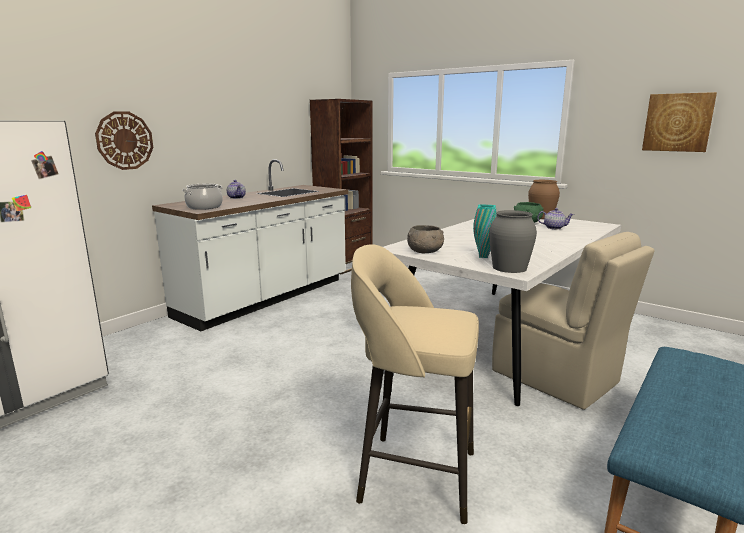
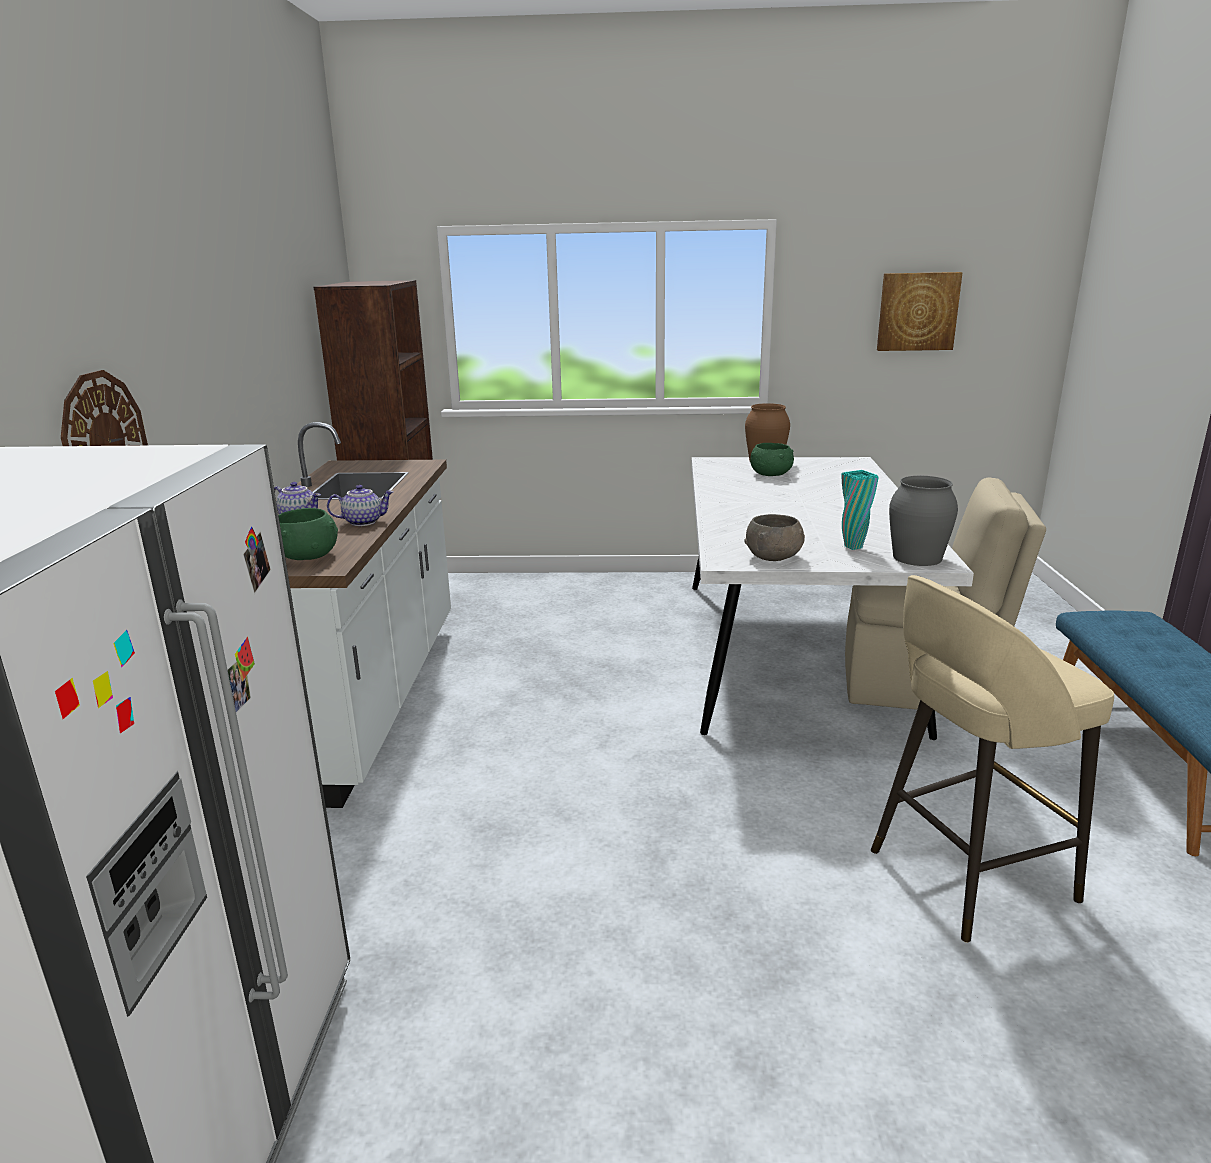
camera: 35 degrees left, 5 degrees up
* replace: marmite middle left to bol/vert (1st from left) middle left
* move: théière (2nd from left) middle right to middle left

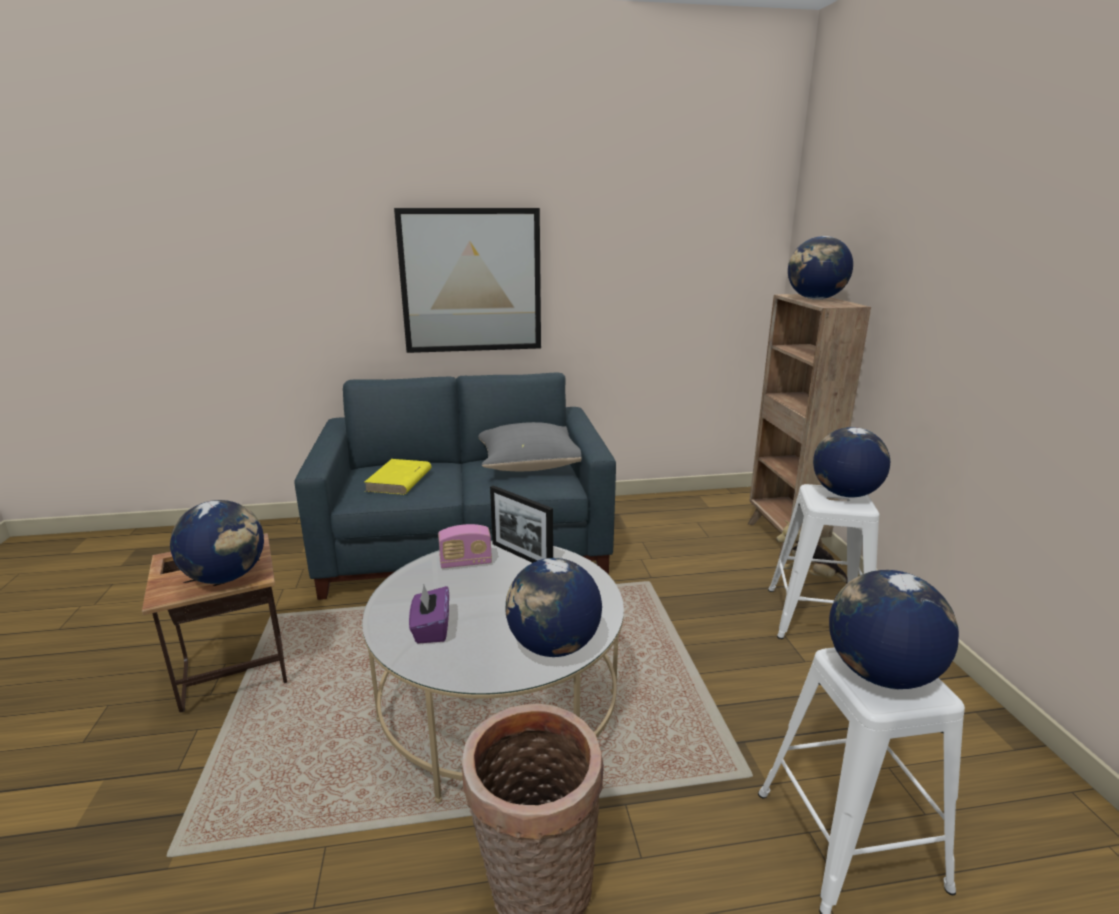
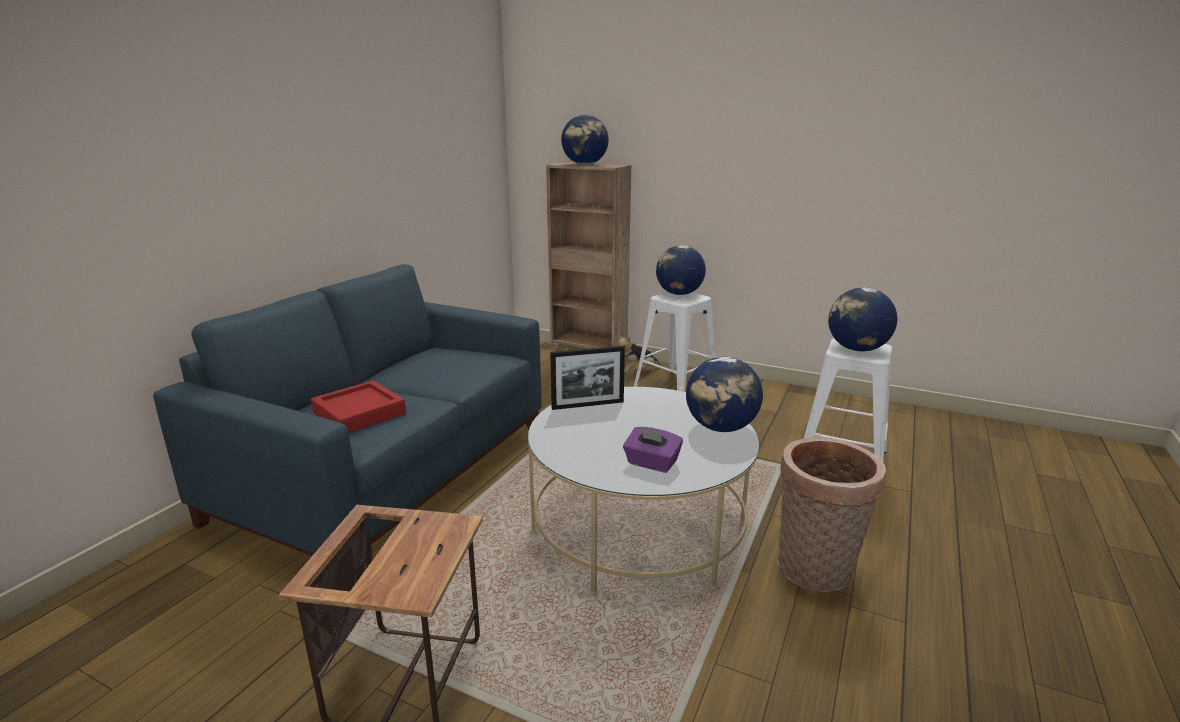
camera: 55 degrees left, 0 degrees up
* delete: tableau top centre
* delete: coussin/gris centre
* replace: livre/jaune centre to plateau/rouge middle left
* delete: globe (1st from left) middle left
* delete: radio centre

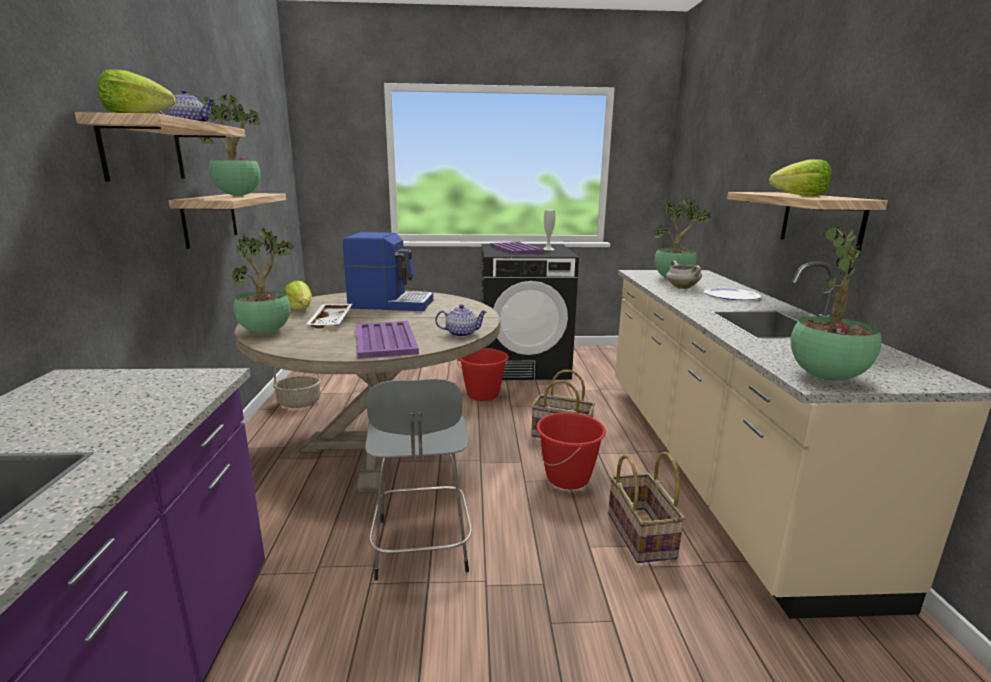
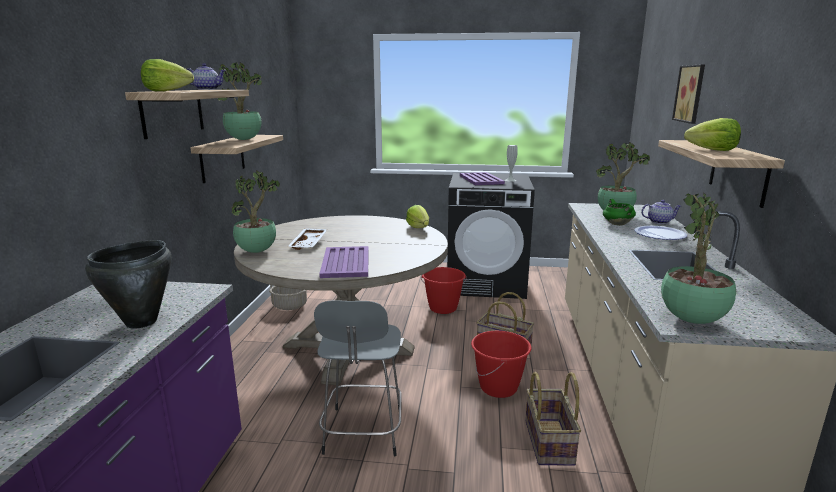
camera: 10 degrees right, 0 degrees up
* delete: machine à café centre
* recolor: marmite/blanc middle right to marmite/vert middle right
* move: laitue (2nd from left) middle left to centre
* move: théière (2nd from left) centre to middle right
* insert: tableau top right
* insert: marmite/noir middle left

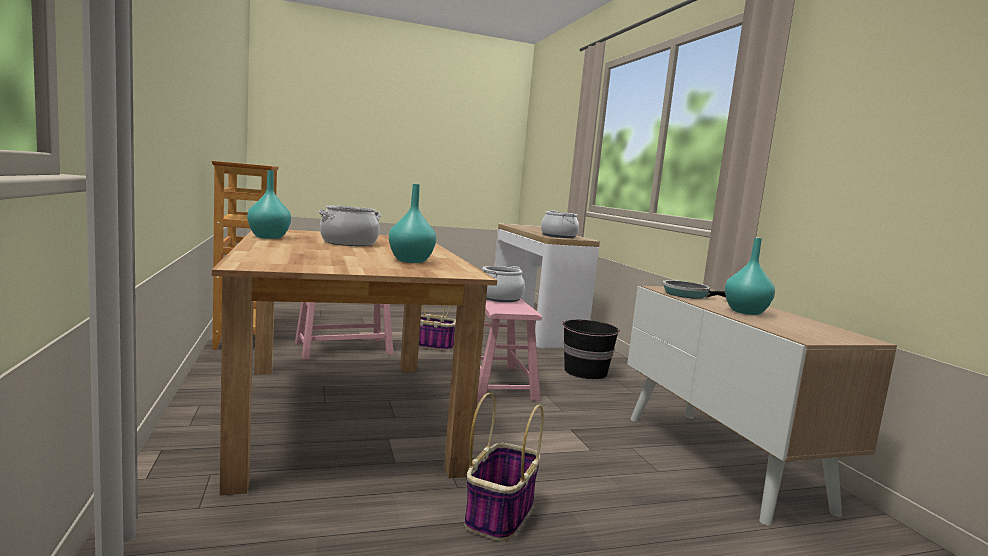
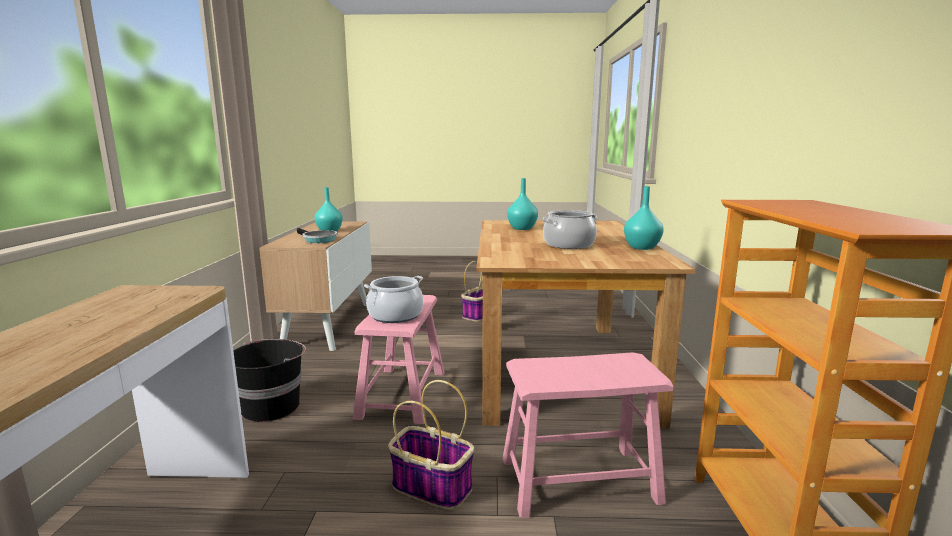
camera: 160 degrees left, 5 degrees up
* delete: marmite (3rd from left) centre

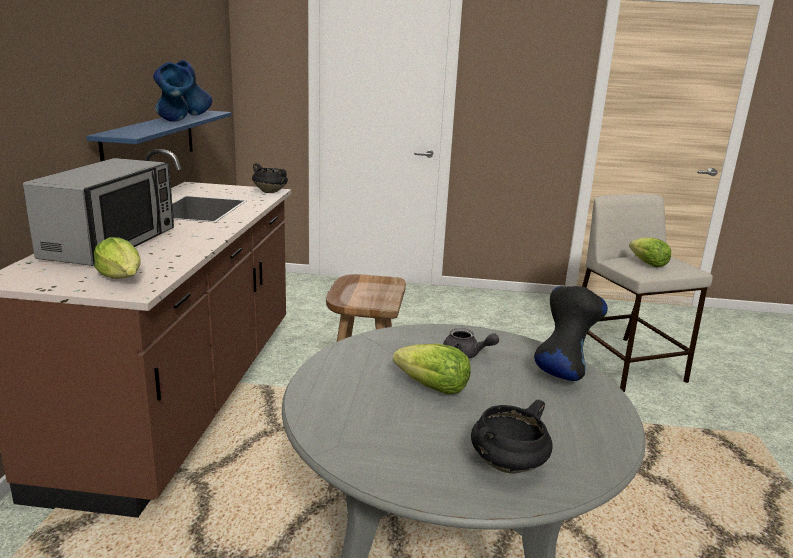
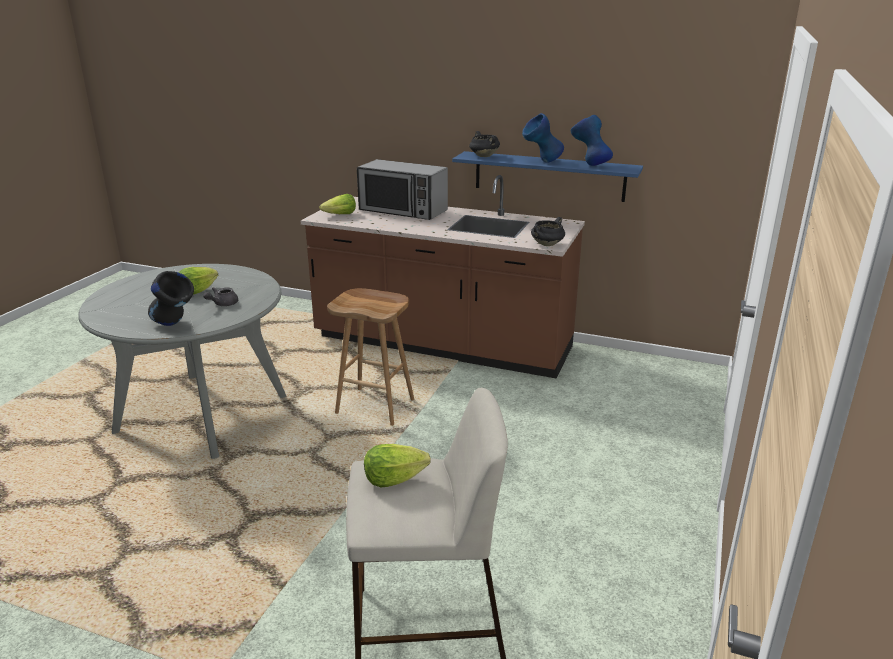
camera: 105 degrees right, 5 degrees up
* move: marmite/noir (2nd from left in the first image) bottom centre to marmite/noir (1st from left) top centre

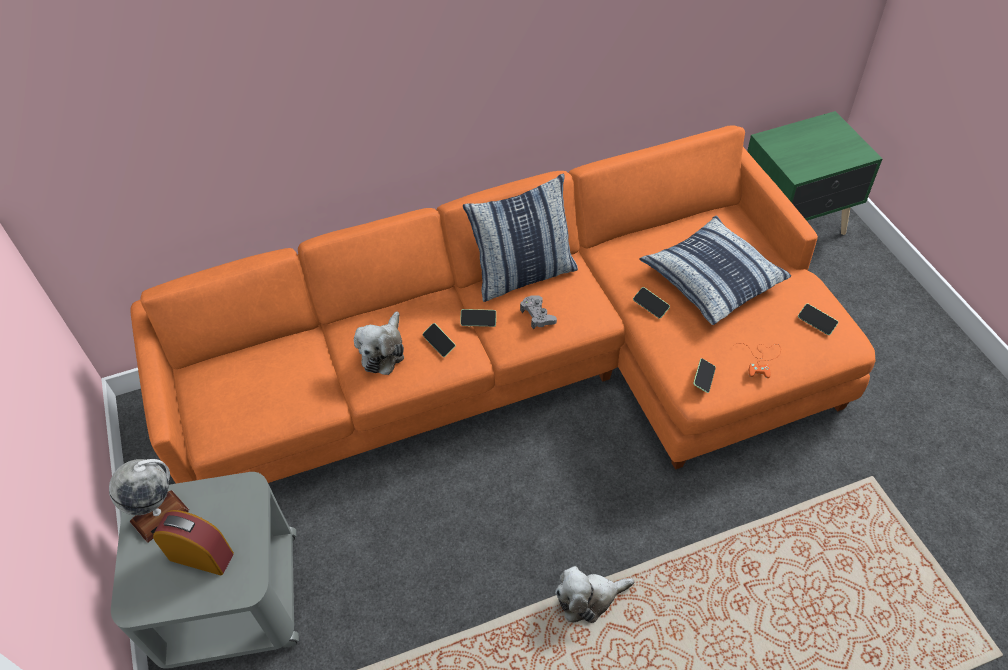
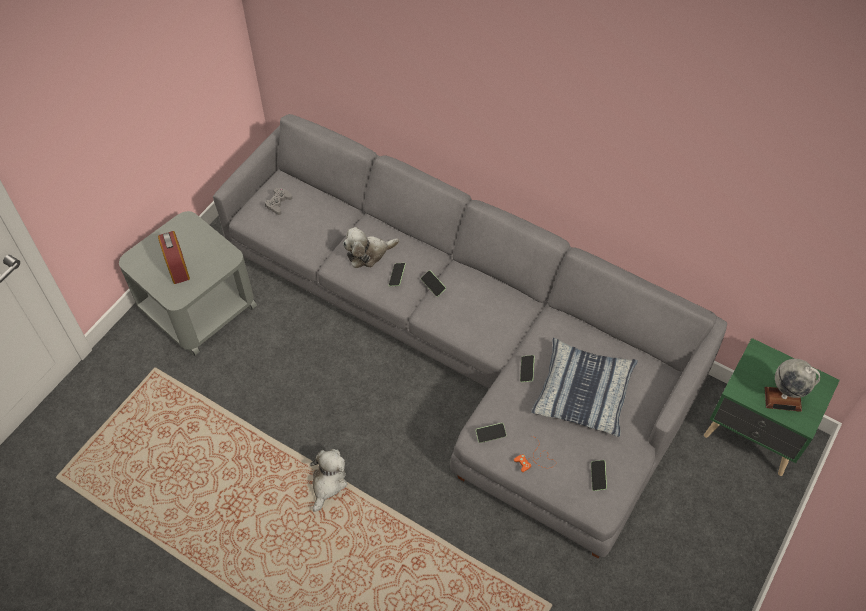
camera: 50 degrees right, 5 degrees up
* recolor: canapé/orange centre to canapé/gris centre
* delete: coussin (1st from left) centre
* move: manette/gris centre to top left
* move: globe bottom left to middle right
* rotate: peluche (2nd from left in the first image) bottom centre = bottom centre 75 degrees clockwise

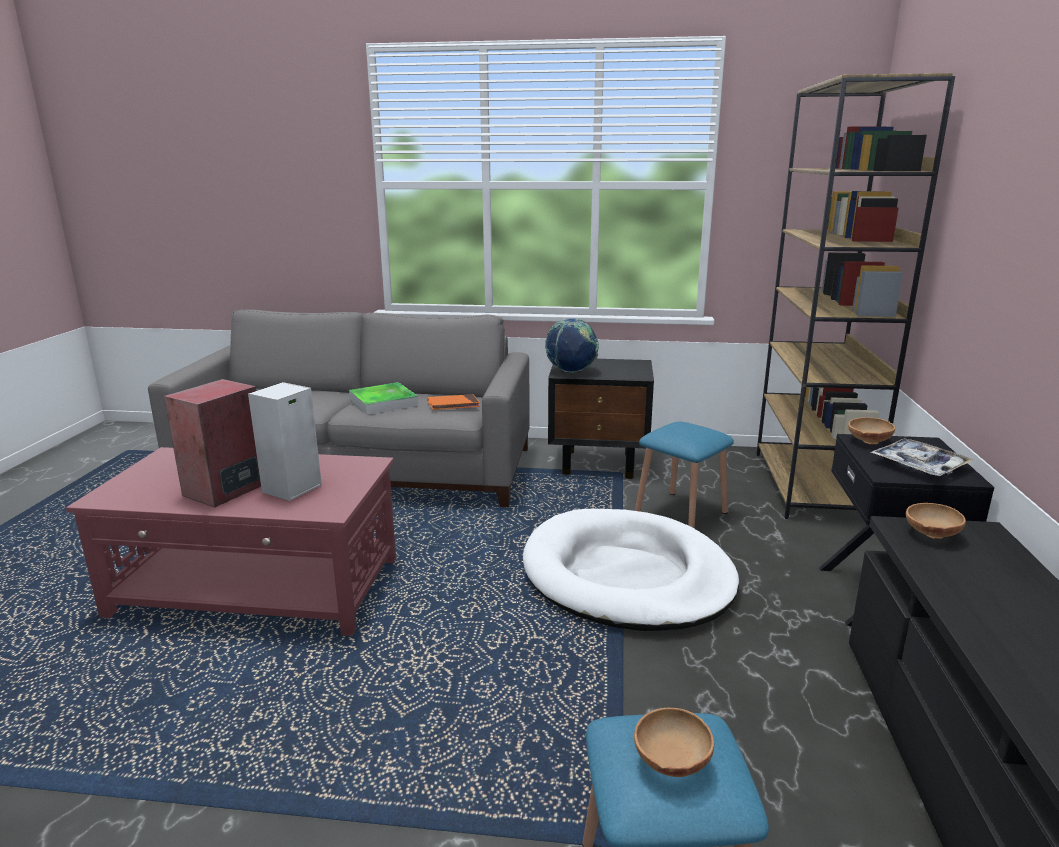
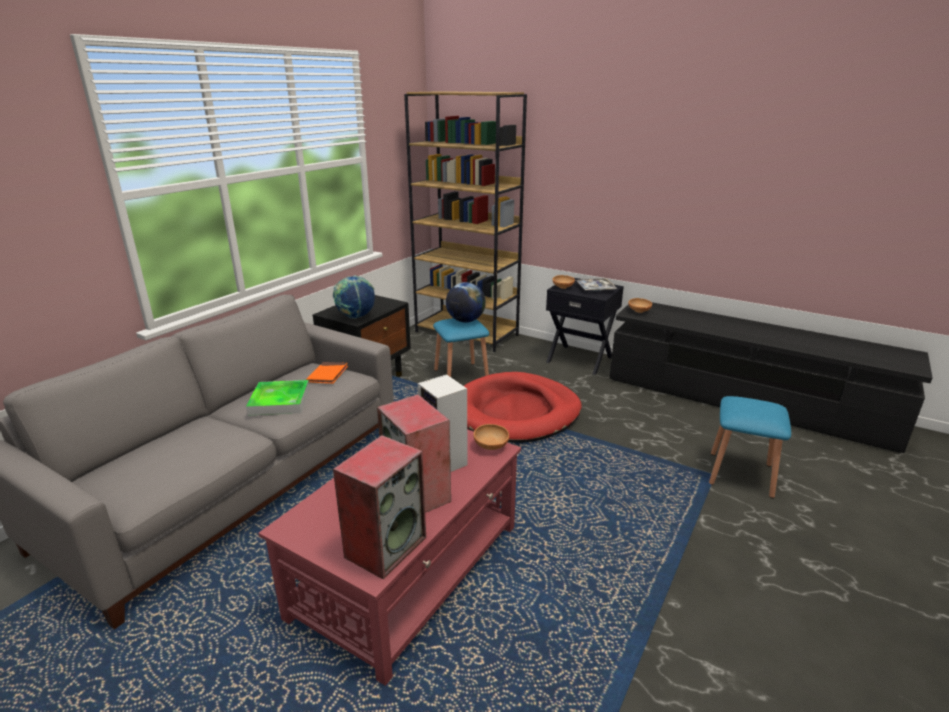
camera: 65 degrees left, 5 degrees up
* recolor: panier pour chien/blanc bottom centre to panier pour chien/rouge centre
* move: bol/marron (1st from left) bottom centre to centre
* insert: globe (2nd from left) centre
* insert: enceinte (1st from left) bottom centre

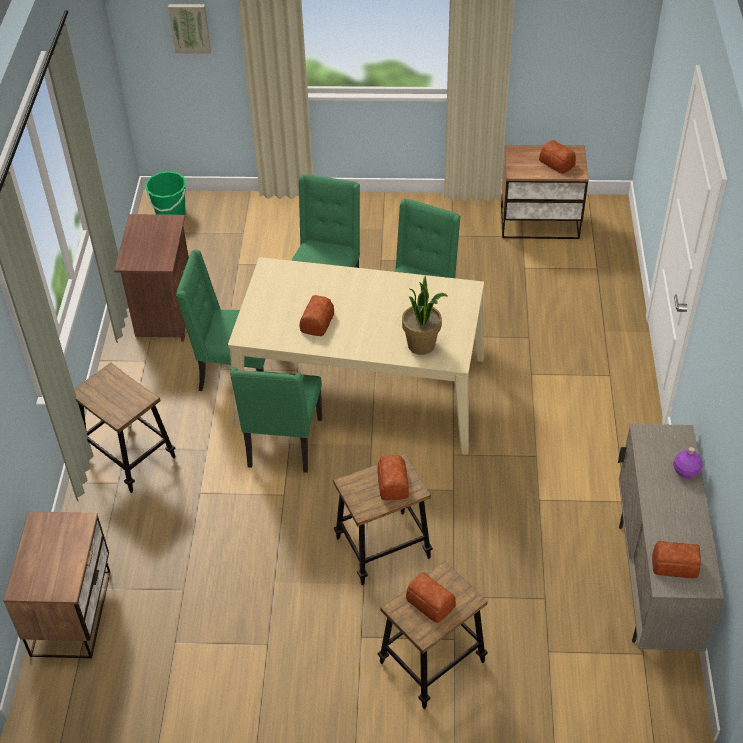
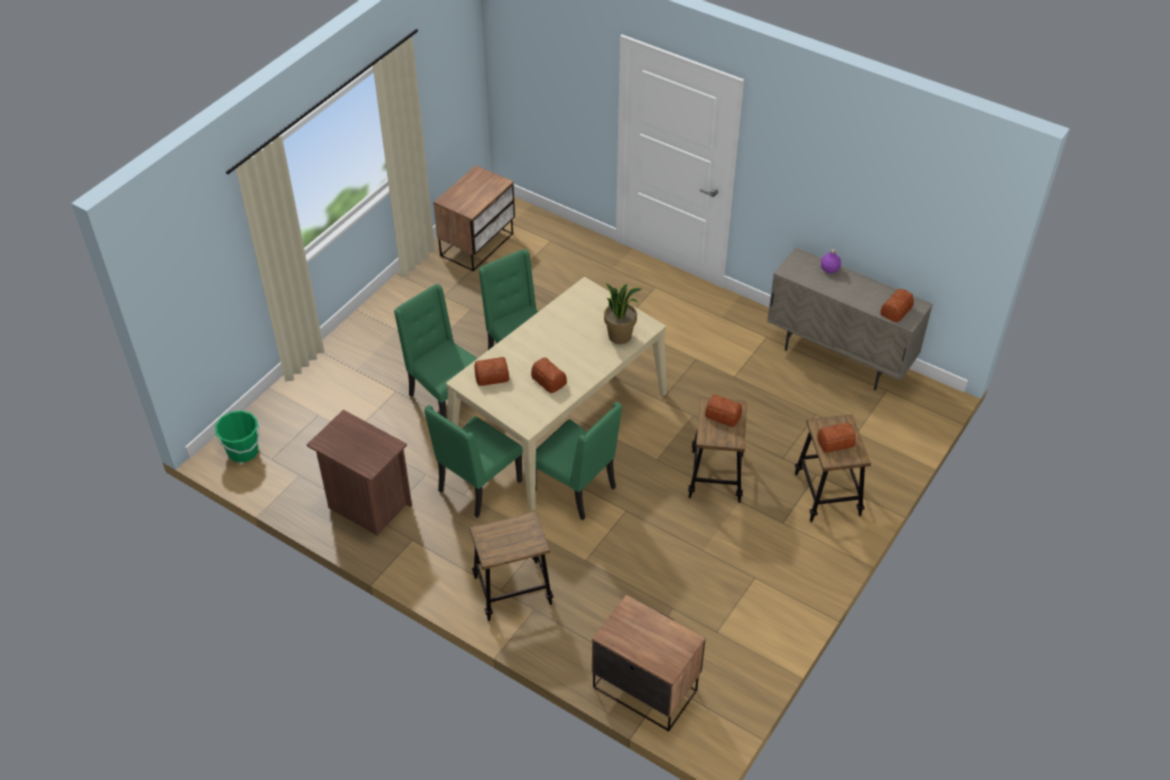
camera: 60 degrees left, 0 degrees up
* delete: tableau top left
* move: pain (4th from left in the first image) top right to pain (1st from left) centre

